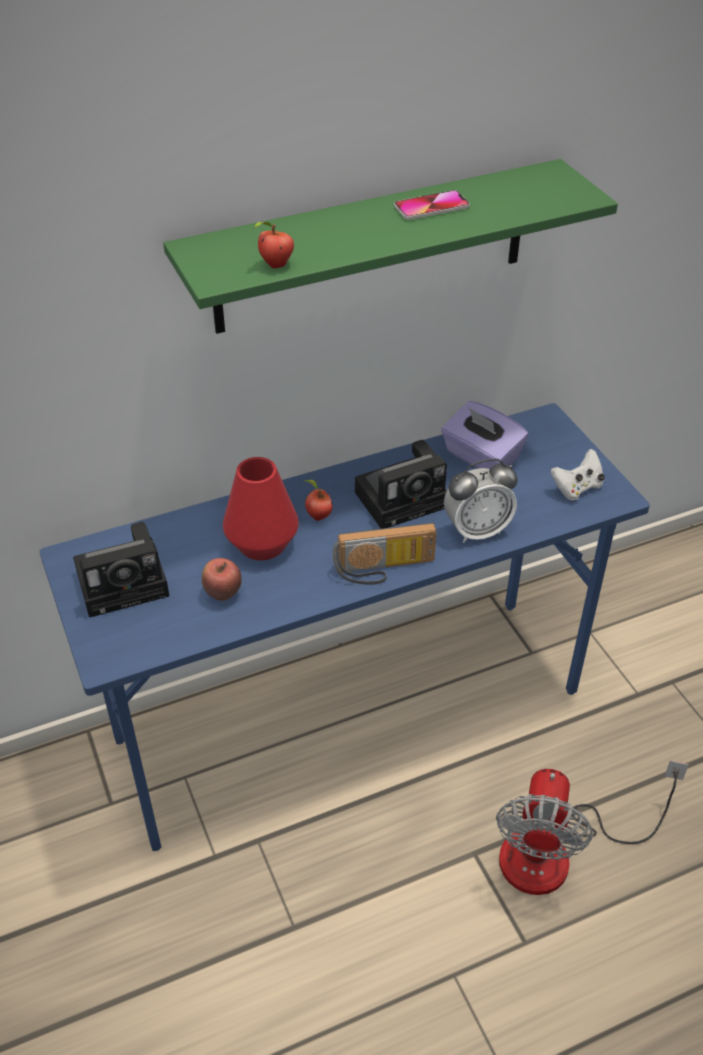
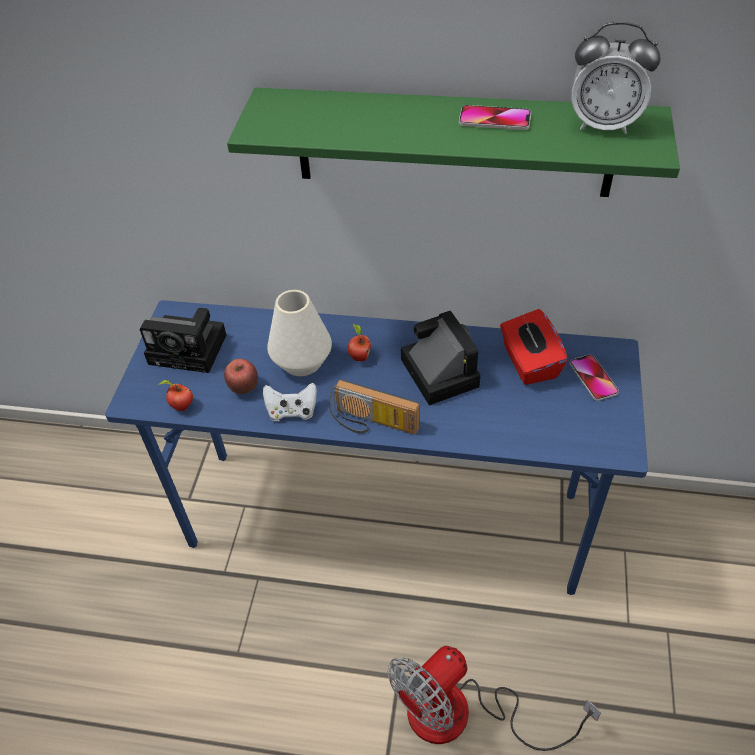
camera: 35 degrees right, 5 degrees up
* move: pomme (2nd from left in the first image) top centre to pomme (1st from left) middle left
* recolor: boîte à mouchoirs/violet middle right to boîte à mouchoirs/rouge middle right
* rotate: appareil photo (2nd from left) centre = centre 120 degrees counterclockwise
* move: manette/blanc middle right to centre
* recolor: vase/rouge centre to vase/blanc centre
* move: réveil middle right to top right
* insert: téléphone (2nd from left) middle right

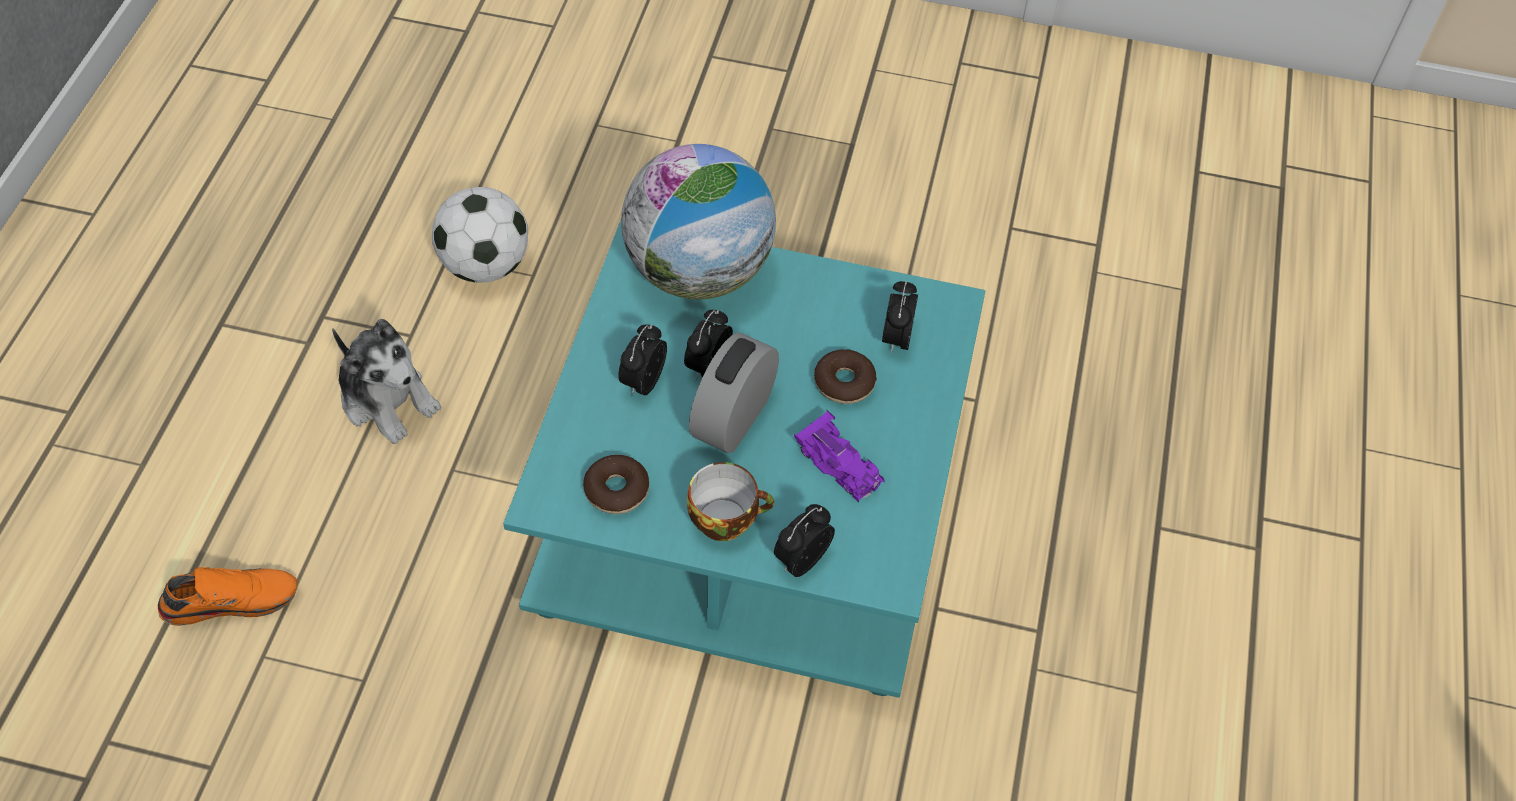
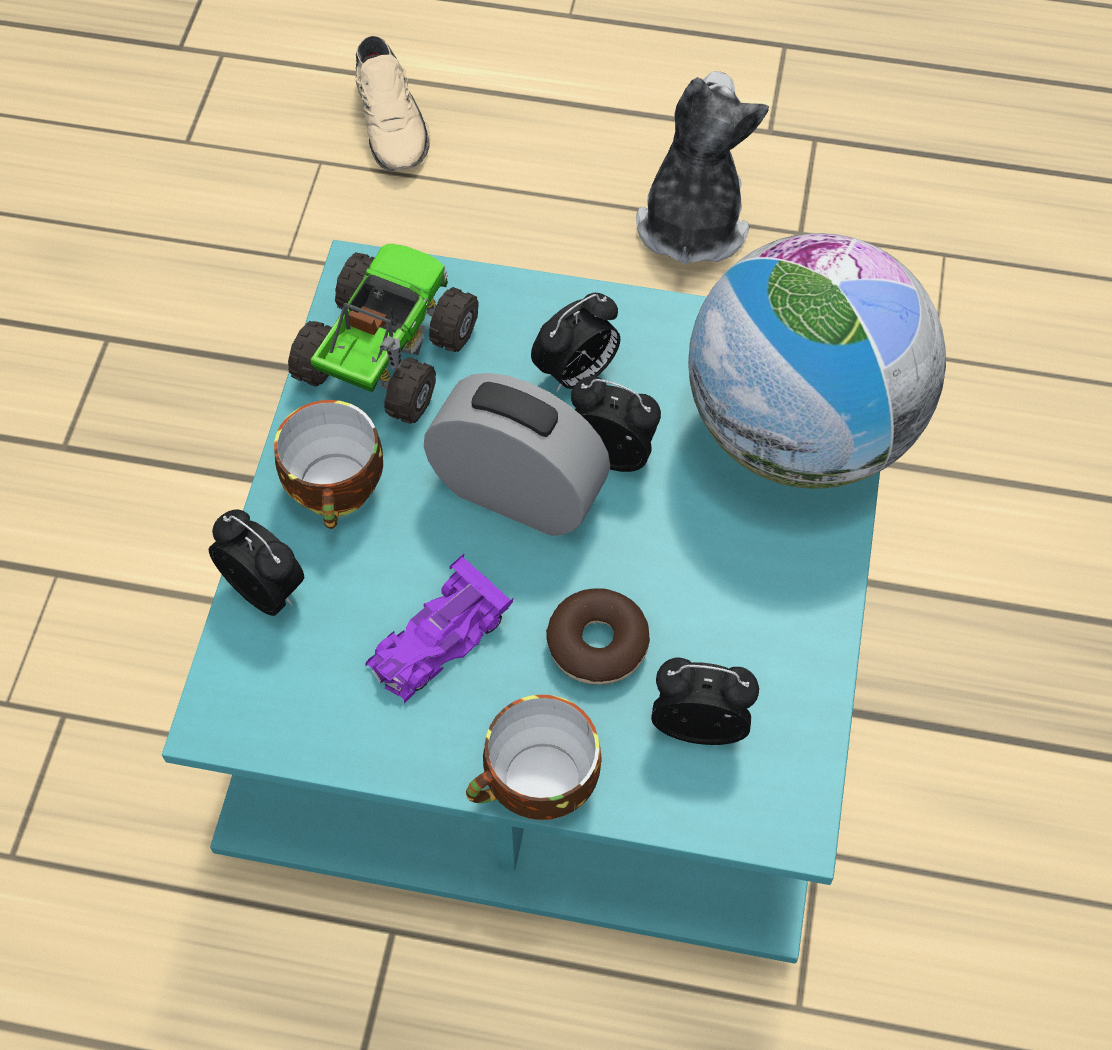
camera: 90 degrees right, 5 degrees up
* delete: ballon de foot top left
* rotate: peluche middle left = top centre 150 degrees clockwise
* rotate: réveil (1st from left in the first image) centre = top centre 120 degrees clockwise
* replace: beignet (1st from left) centre to camion jouet top centre
* recolor: chaussure/orange bottom left to chaussure/beige top centre
* insert: tasse (2nd from left) bottom centre

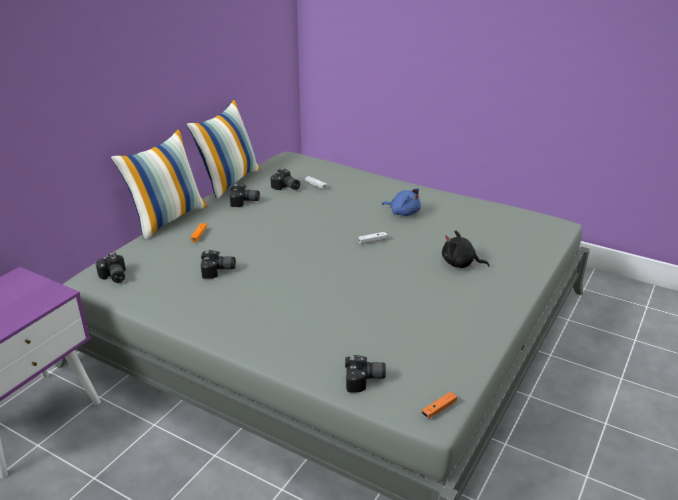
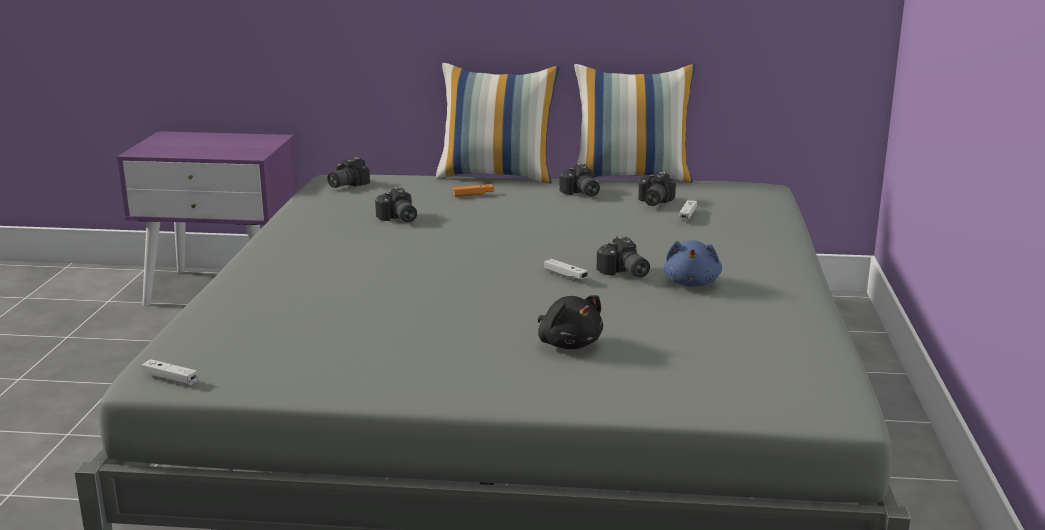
camera: 65 degrees right, 10 degrees down
* rotate: peluche/noir middle right = centre 150 degrees clockwise
* move: appareil photo (5th from left in the first image) bottom centre to appareil photo (4th from left) centre
* recolor: manette/orange (2nd from left) bottom centre to manette/blanc (1st from left) bottom left

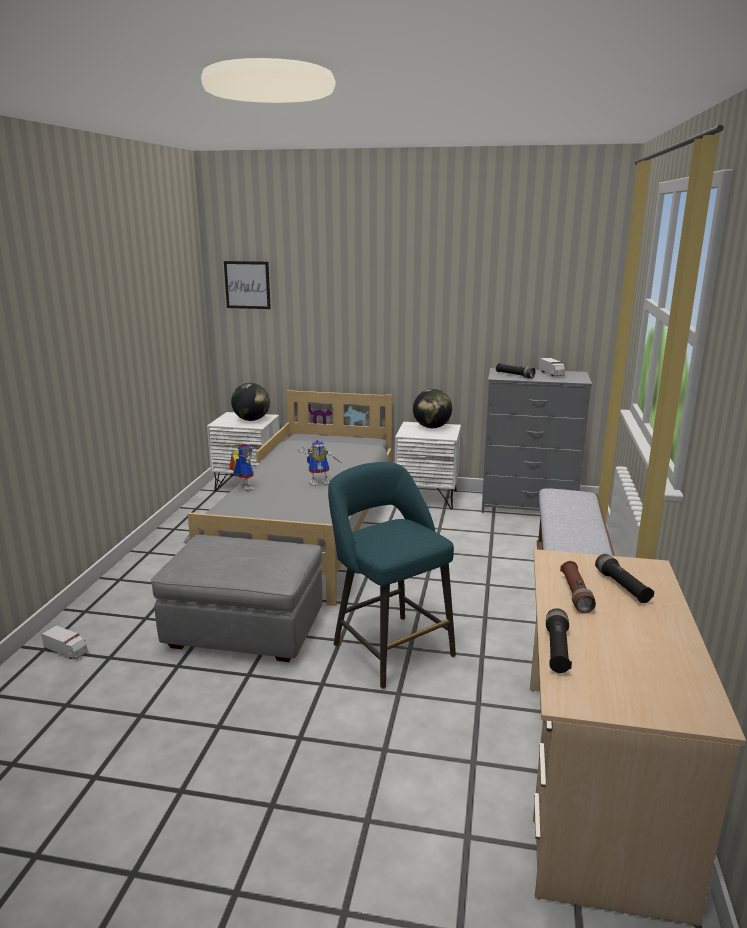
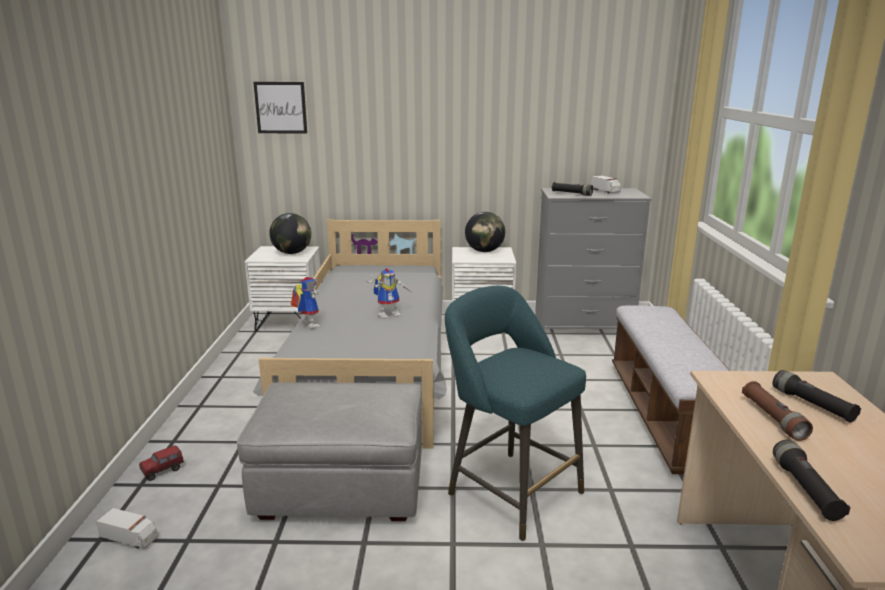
camera: 10 degrees left, 0 degrees up
* insert: camion jouet (2nd from left) bottom left

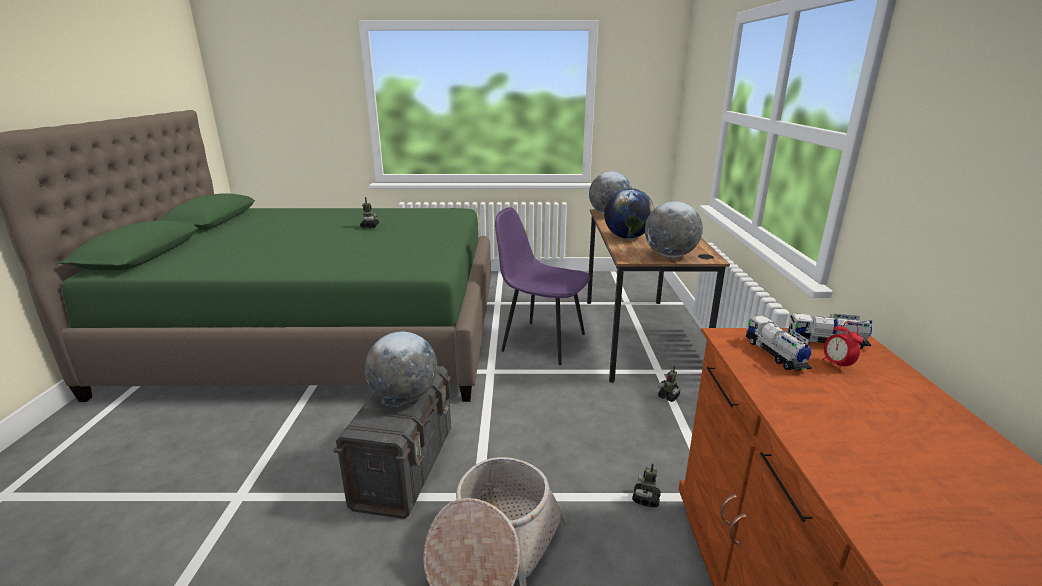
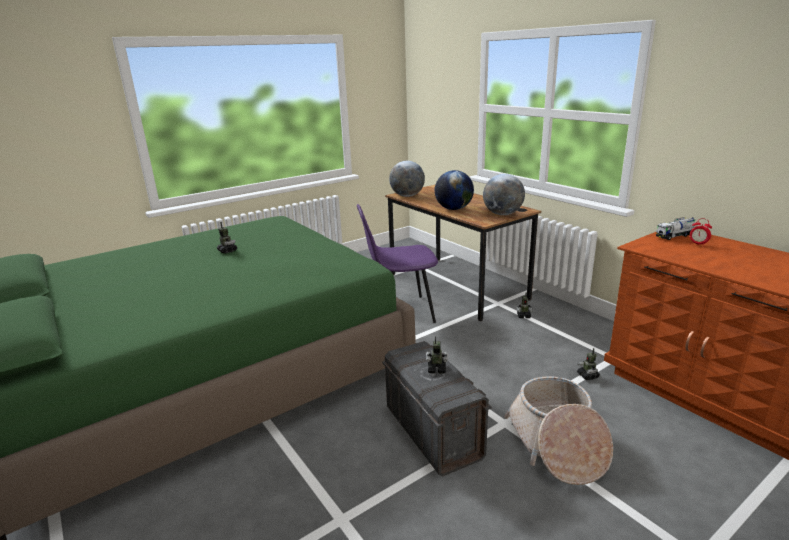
camera: 35 degrees left, 0 degrees up
* delete: camion jouet (1st from left) middle right
* replace: globe (1st from left) centre to robot jouet (2nd from left) centre

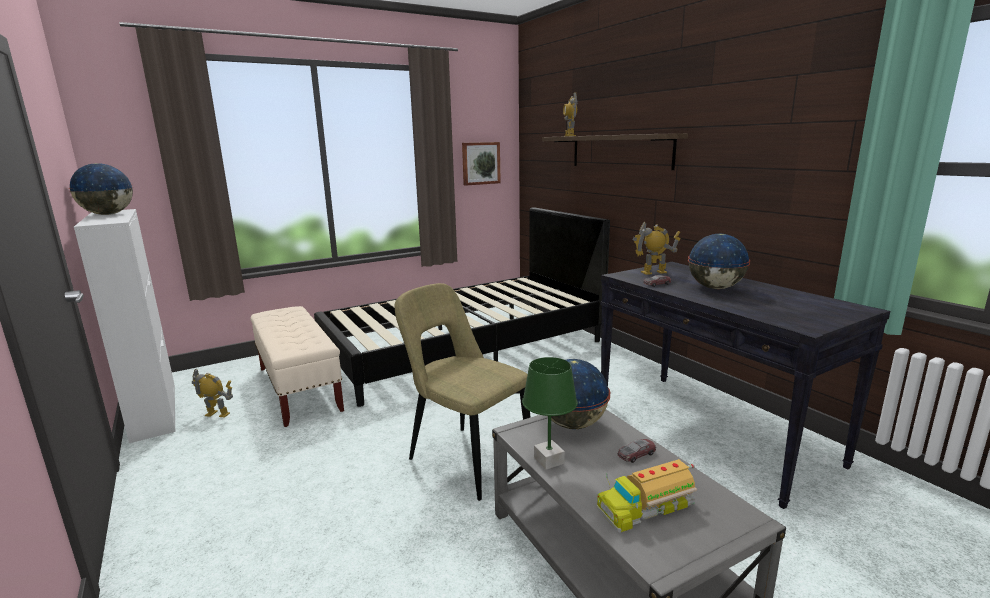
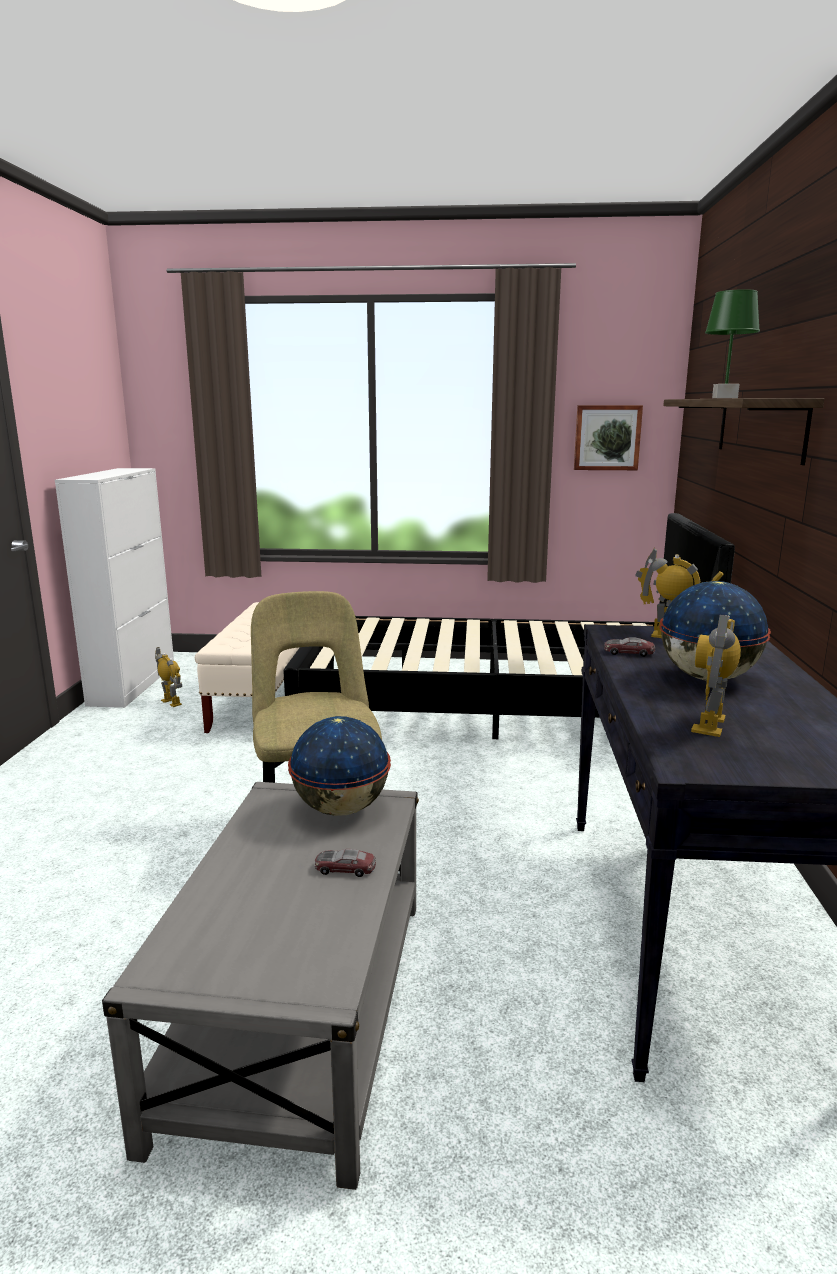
camera: 35 degrees right, 0 degrees up
* move: robot jouet (2nd from left in the first image) top centre to robot jouet (3rd from left) middle right
* delete: globe (1st from left) top left
* move: lampe de table/vert bottom centre to top right
* delete: camion jouet bottom centre

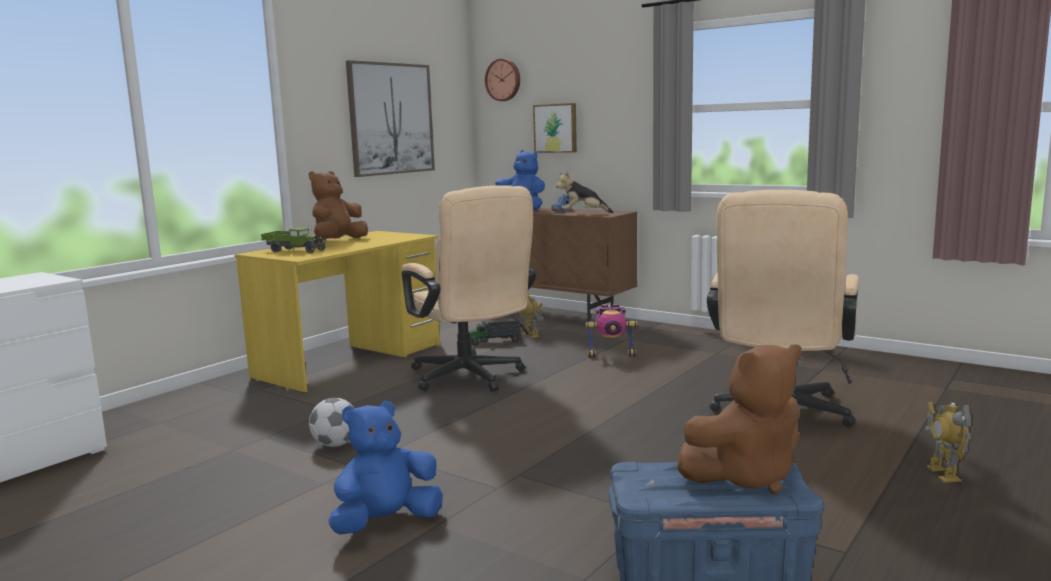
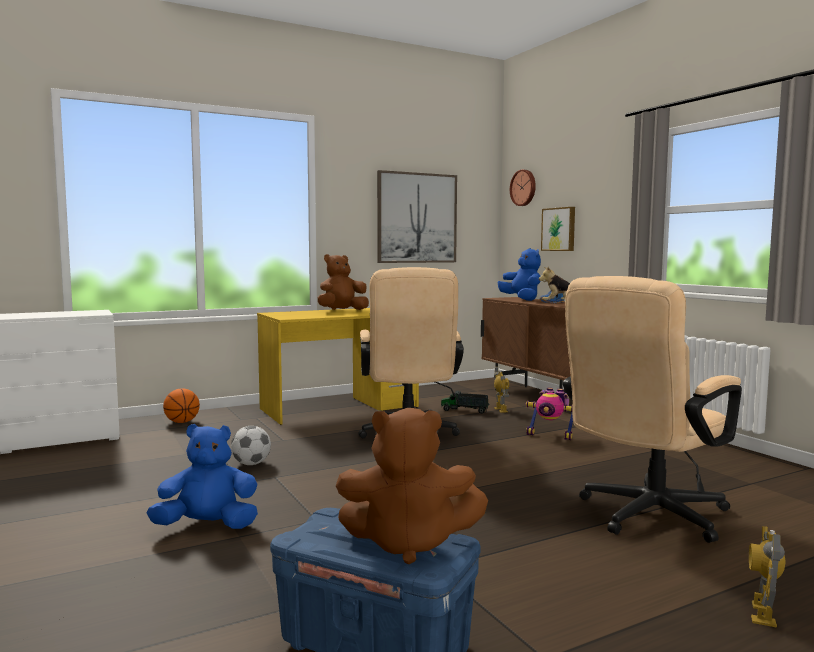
camera: 25 degrees right, 5 degrees down
* delete: camion jouet (1st from left) middle left
* insert: ballon de basket middle left

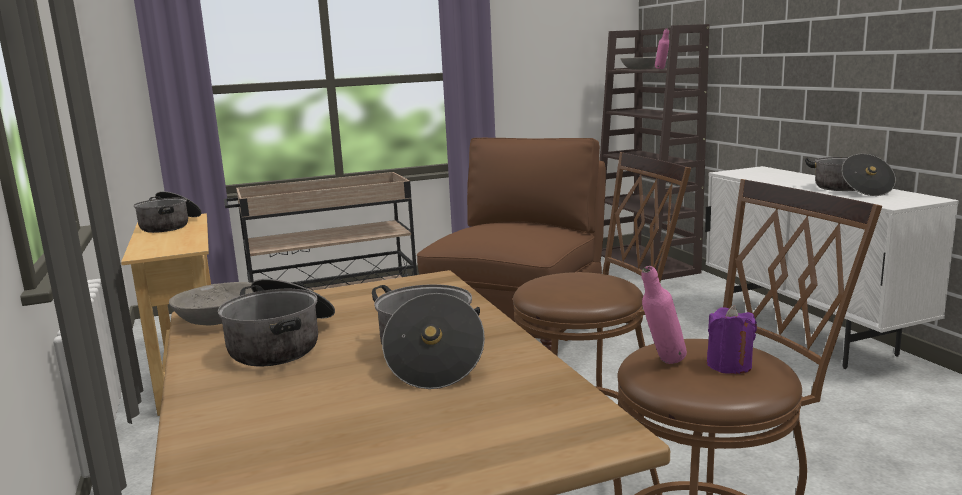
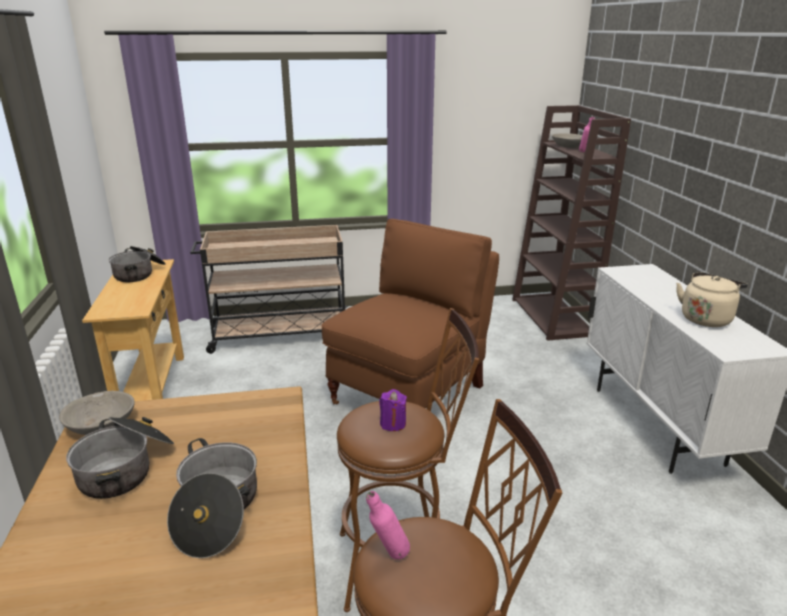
camera: 10 degrees right, 10 degrees up
* replace: marmite (4th from left) middle right to bouilloire/beige middle right
* move: bougie/violet bottom right to centre

